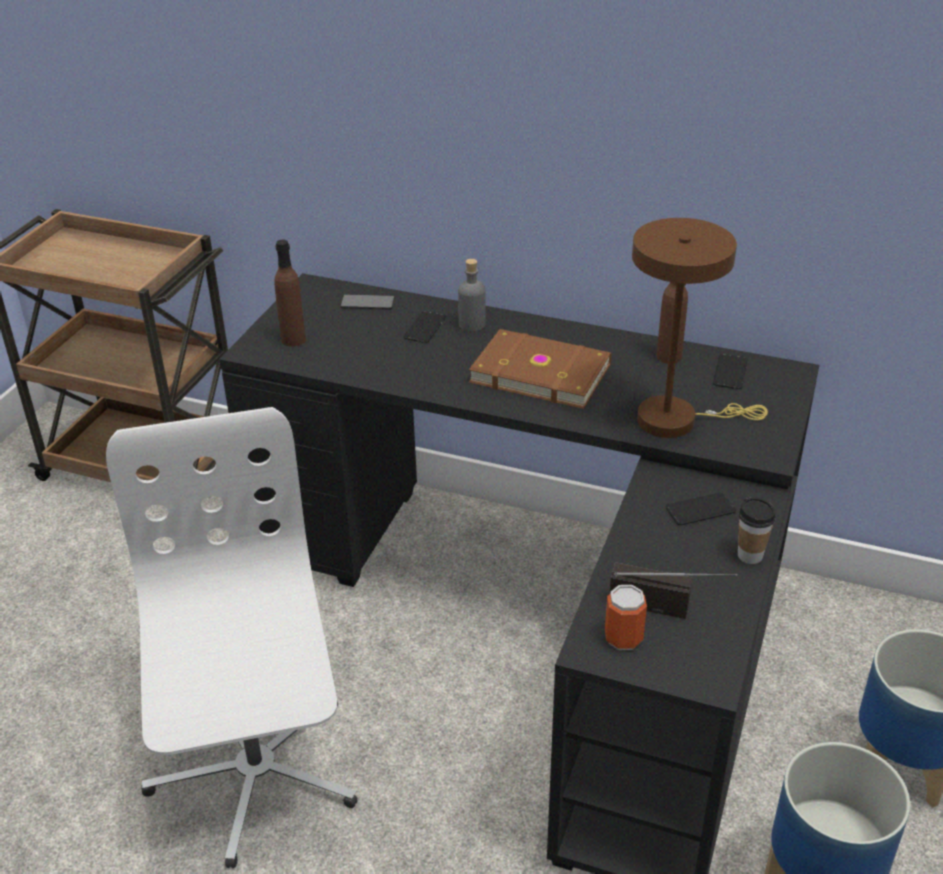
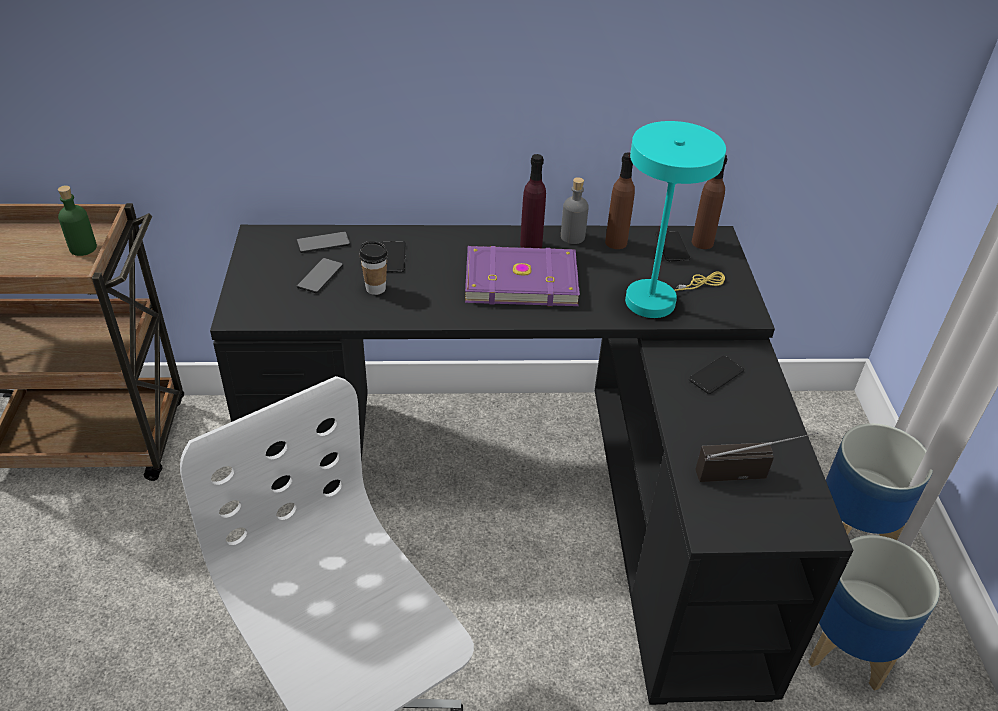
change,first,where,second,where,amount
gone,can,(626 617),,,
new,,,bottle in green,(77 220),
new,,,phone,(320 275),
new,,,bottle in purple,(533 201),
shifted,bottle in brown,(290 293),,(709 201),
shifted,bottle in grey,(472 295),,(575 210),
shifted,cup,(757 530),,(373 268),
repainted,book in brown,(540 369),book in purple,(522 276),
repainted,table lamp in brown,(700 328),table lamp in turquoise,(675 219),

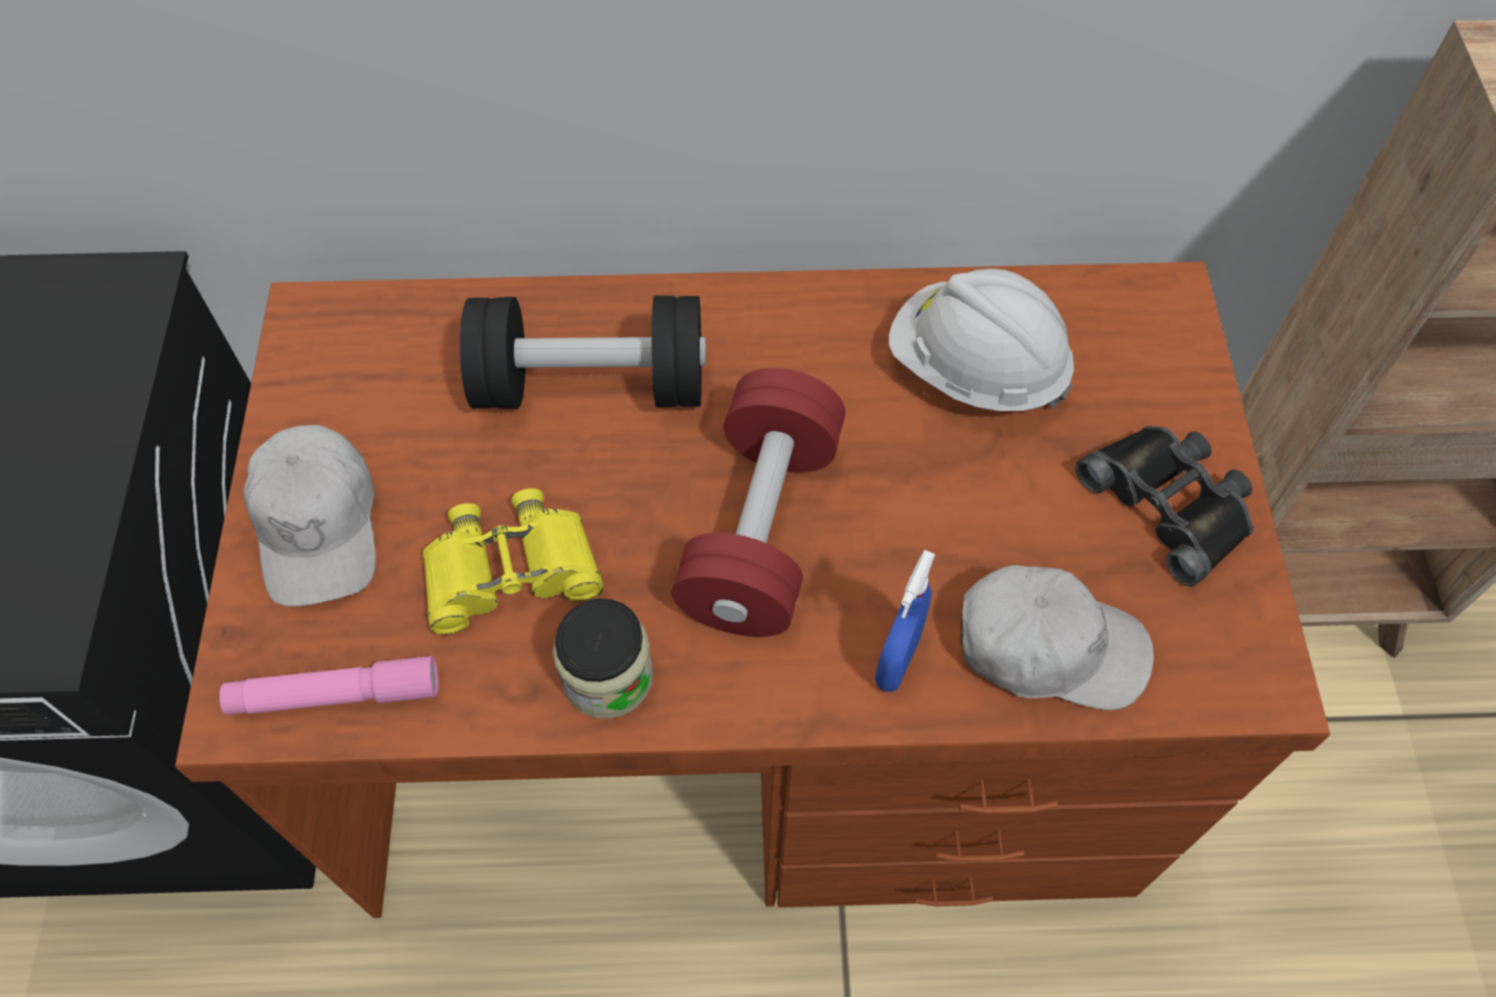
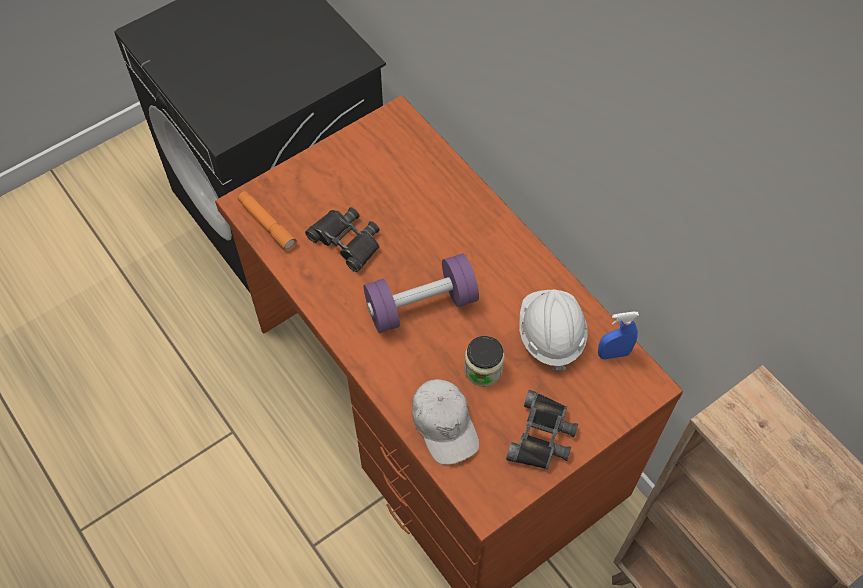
change,first,where,second,where,amount
gone,cap in white,(310 516),,,
gone,dumbbell in black,(583 352),,,
shifted,jar,(603 659),,(484 361),
shifted,spray bottle in blue,(905 621),,(618 335),
repainted,flashlight in pink,(329 685),flashlight in orange,(267 221),
repainted,binoculars in yellow,(512 561),binoculars in black,(342 239),
repainted,dumbbell in red,(758 502),dumbbell in purple,(421 293),

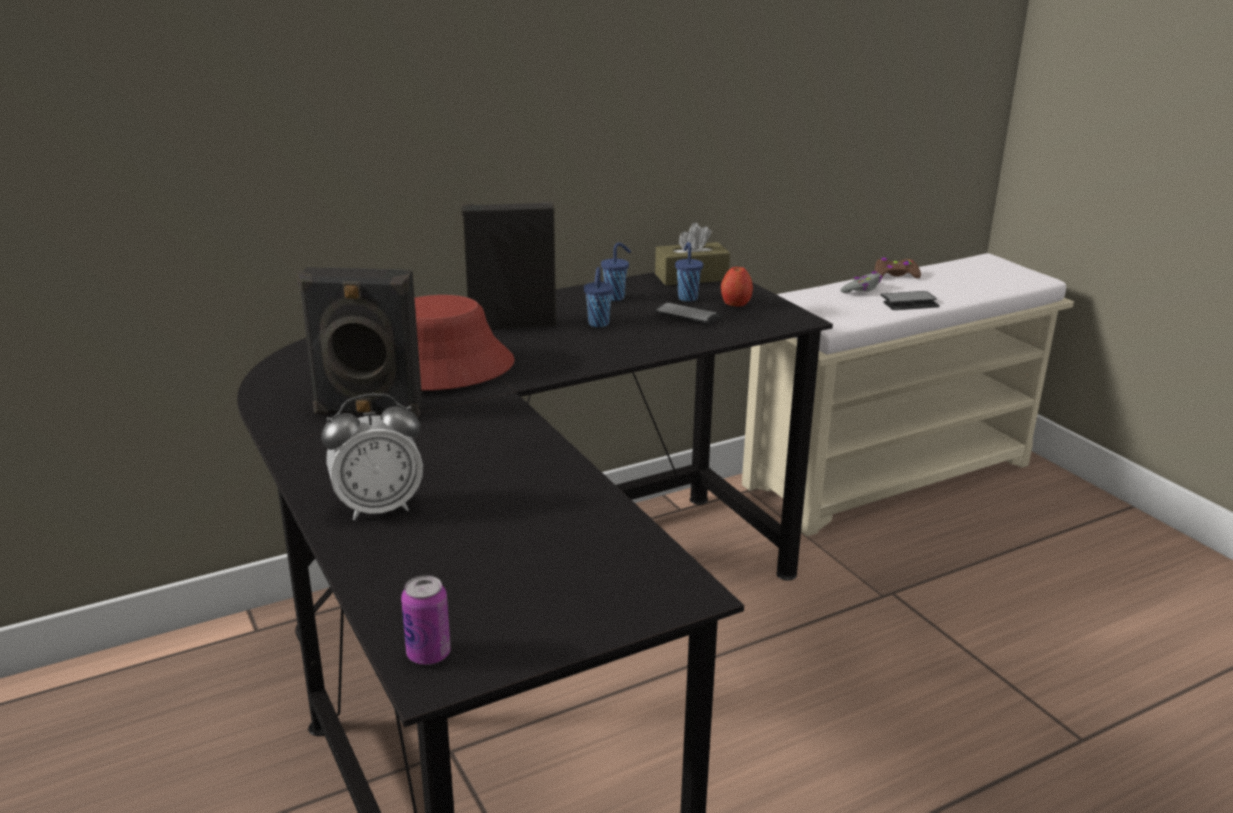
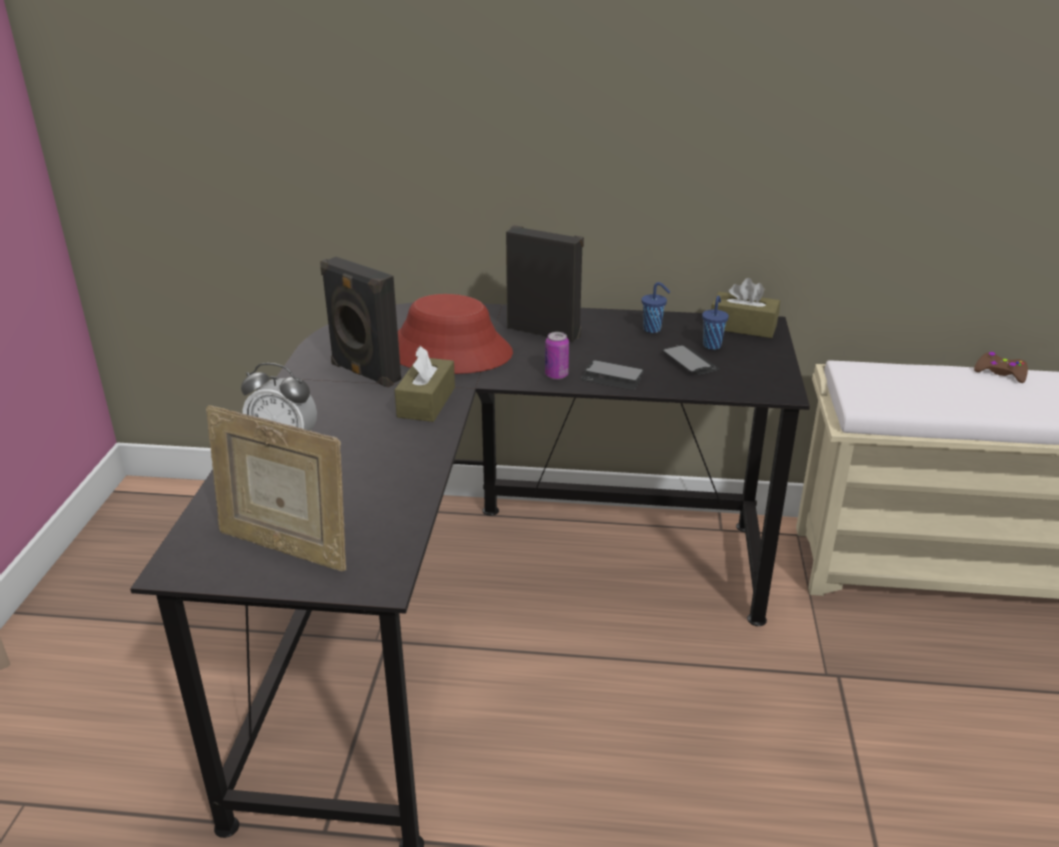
change,first,where,second,where,amount
gone,cup in blue,(599 297),,,
gone,apple,(737 286),,,
gone,game controller in grey,(861 282),,,
new,,,picture frame,(276 488),
new,,,tissue box in brown,(425 384),
shifted,can,(426 620),,(557 356),
shifted,phone,(910 300),,(612 375),

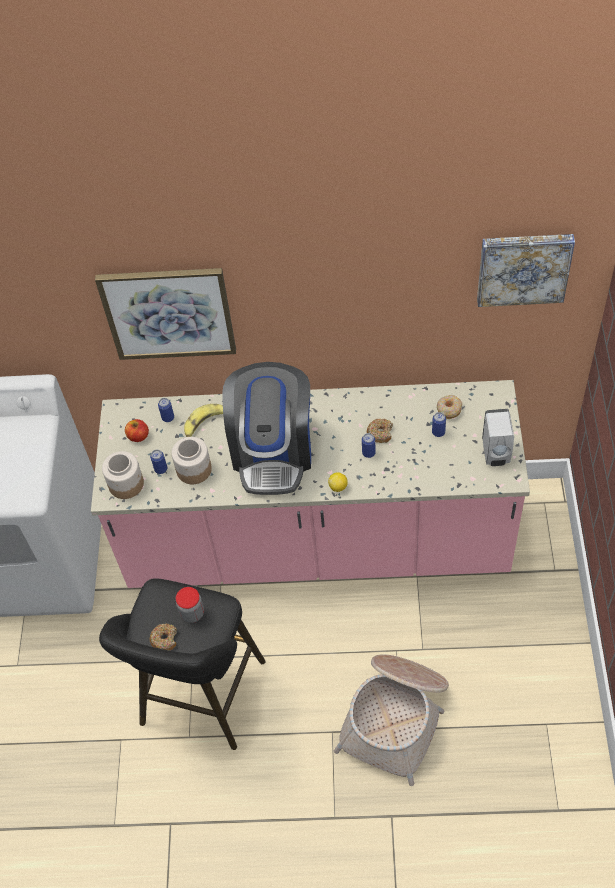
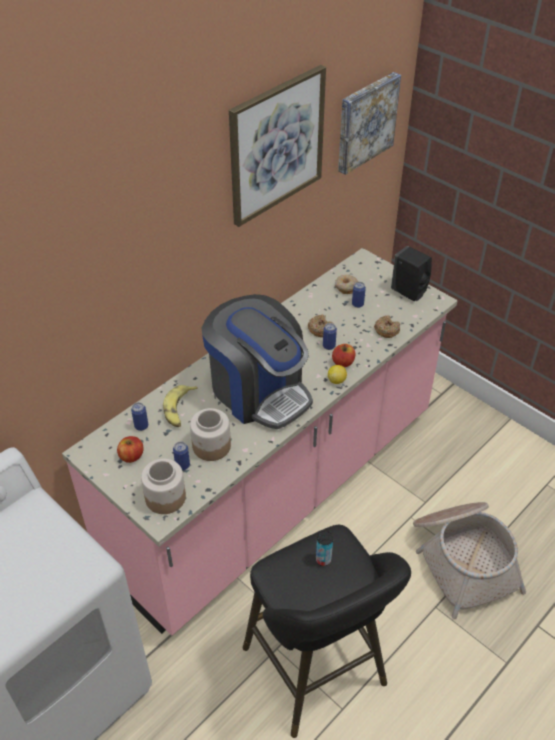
change,first,where,second,where,amount
new,,,apple,(344 355),
shifted,picture,(165 314),,(277 146),
shifted,donut,(163 637),,(387 326),
swapped,jar,(190 605),can,(324 548),
repainted,soap dispenser in white,(498 437),soap dispenser in black,(411 273),

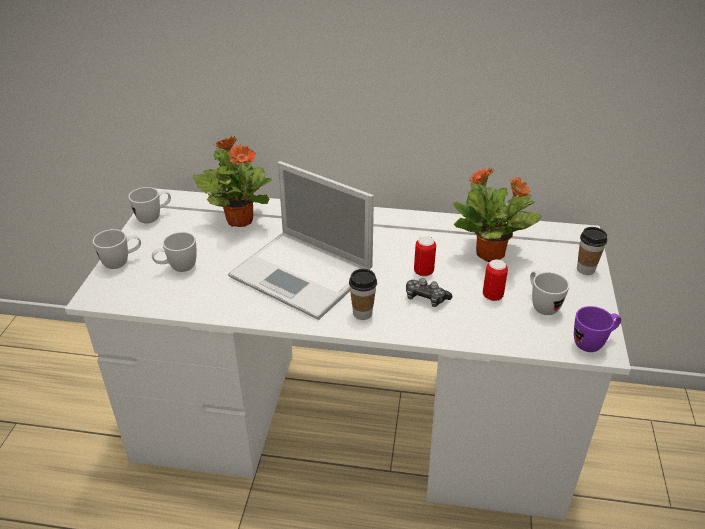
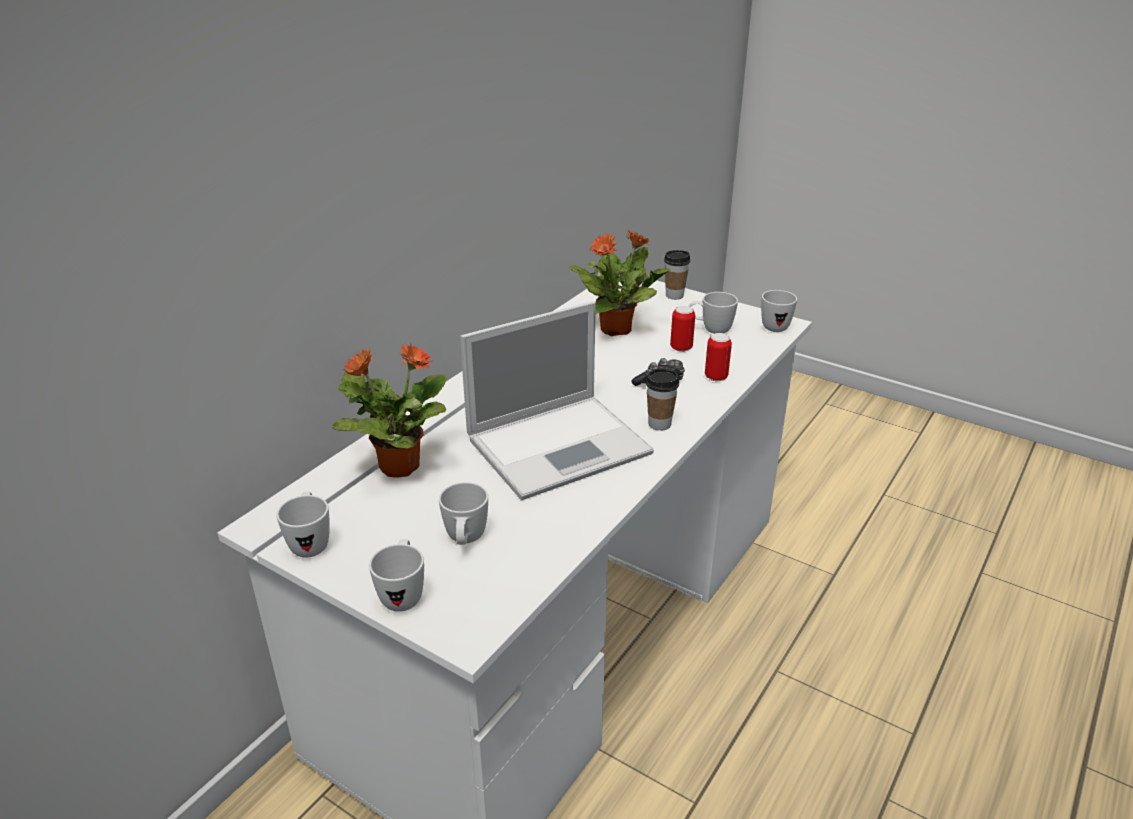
change,first,where,second,where,amount
shifted,can,(425 256),,(718 357),
repainted,mug in purple,(597 329),mug in white,(779 311),

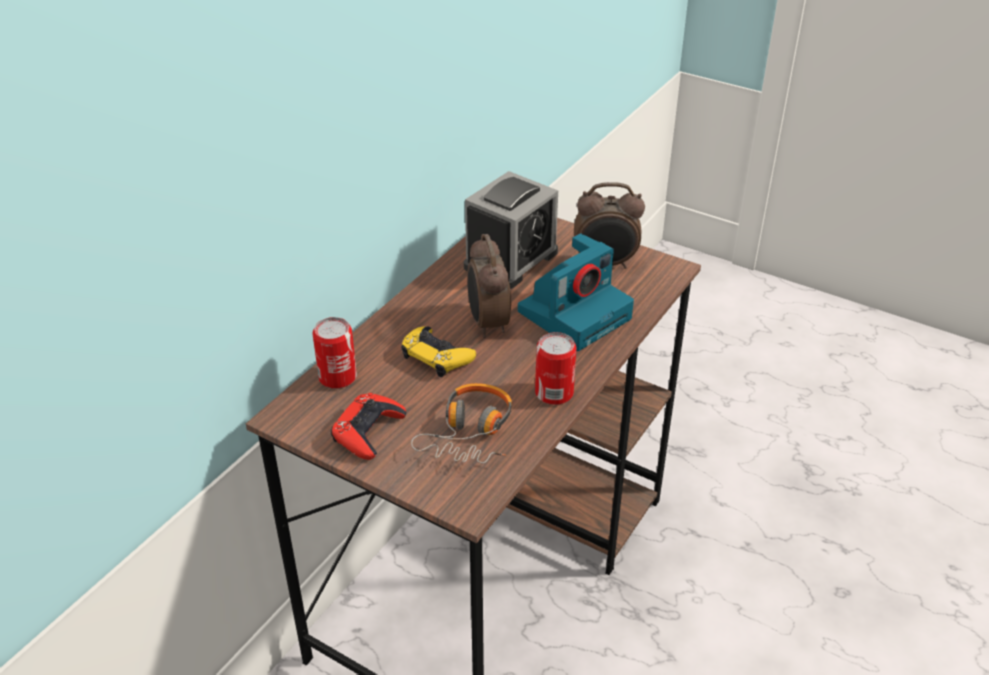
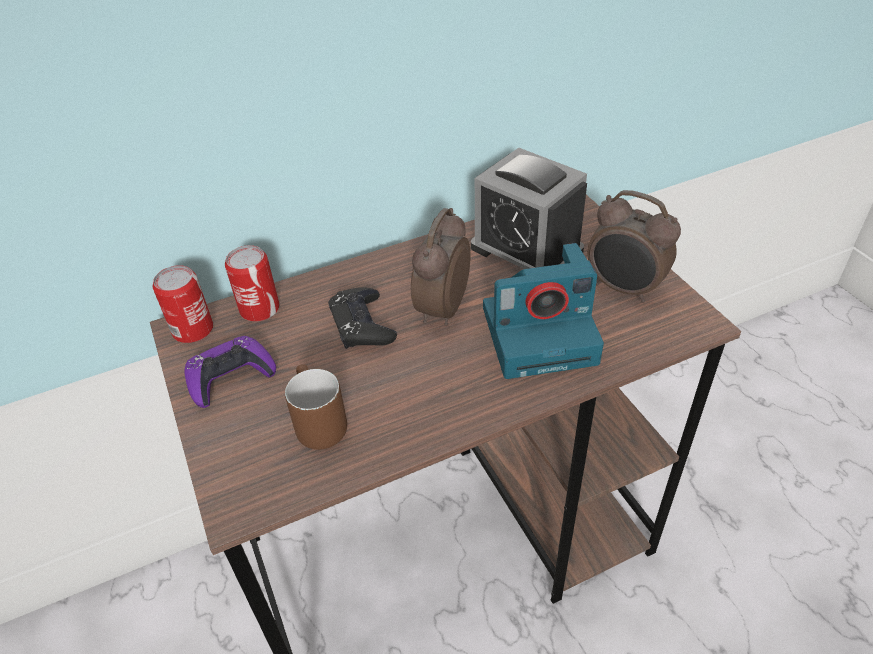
change,first,where,second,where,amount
shifted,can,(556 368),,(183 304),
swapped,headphones,(461 423),mug in brown,(316 407),
repainted,game controller in red,(368 426),game controller in purple,(230 372),
repainted,game controller in yellow,(438 351),game controller in black,(362 318),
rotated,alarm clock,(511 230),,(529 208),60 degrees clockwise

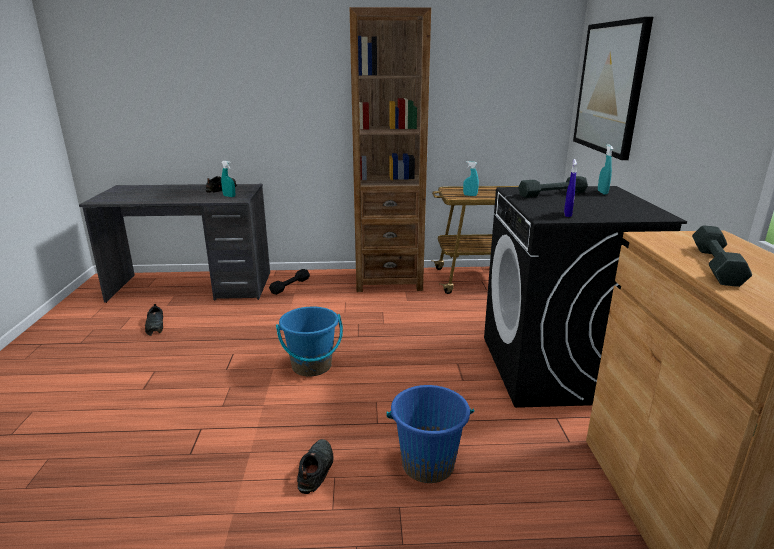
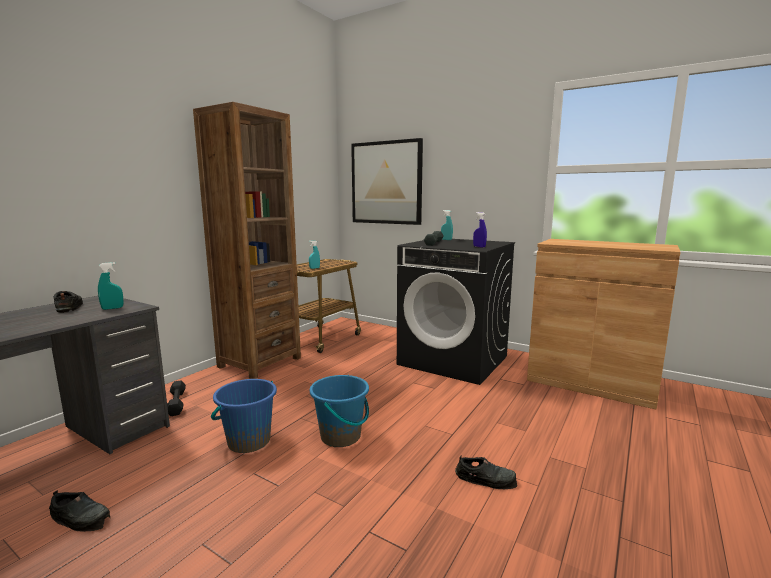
change,first,where,second,where,amount
gone,dumbbell in grey,(722 256),,,
shifted,bucket in blue,(430 434),,(244 416),
rotated,shoe in black,(315 466),,(486 472),150 degrees clockwise

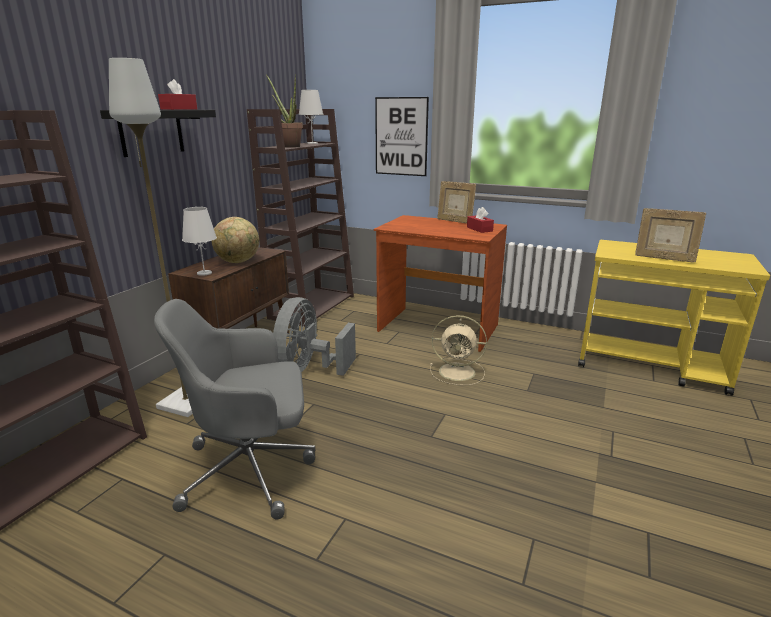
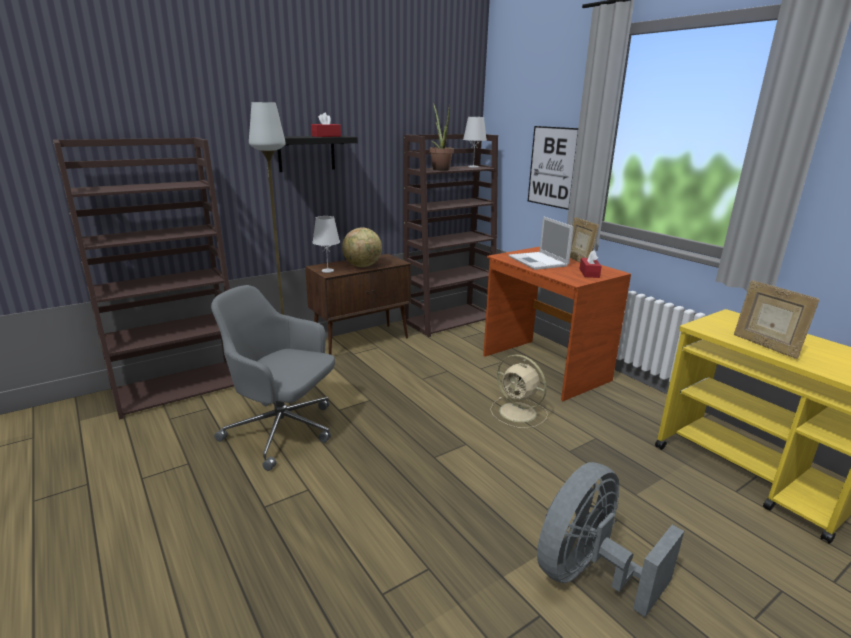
change,first,where,second,where,amount
new,,,laptop,(541 243),
shifted,fan in grey,(314 336),,(610 539),

